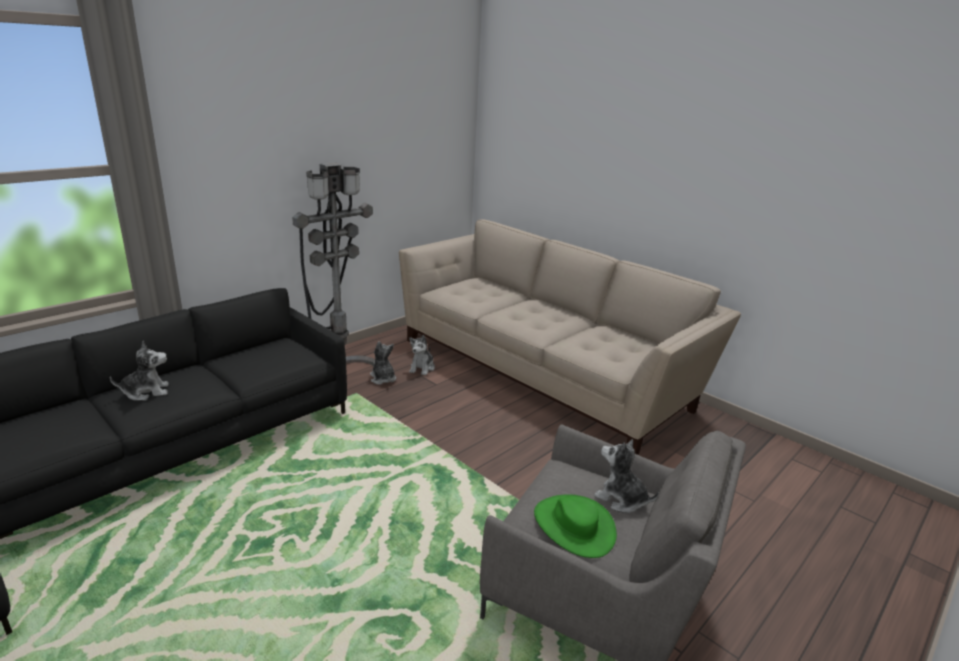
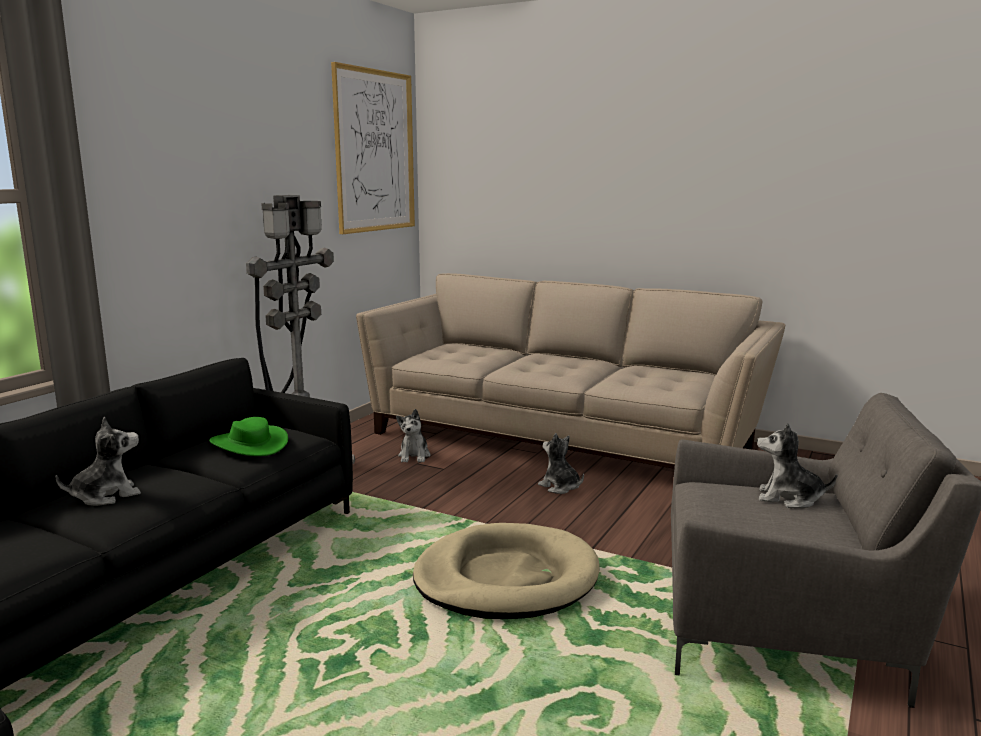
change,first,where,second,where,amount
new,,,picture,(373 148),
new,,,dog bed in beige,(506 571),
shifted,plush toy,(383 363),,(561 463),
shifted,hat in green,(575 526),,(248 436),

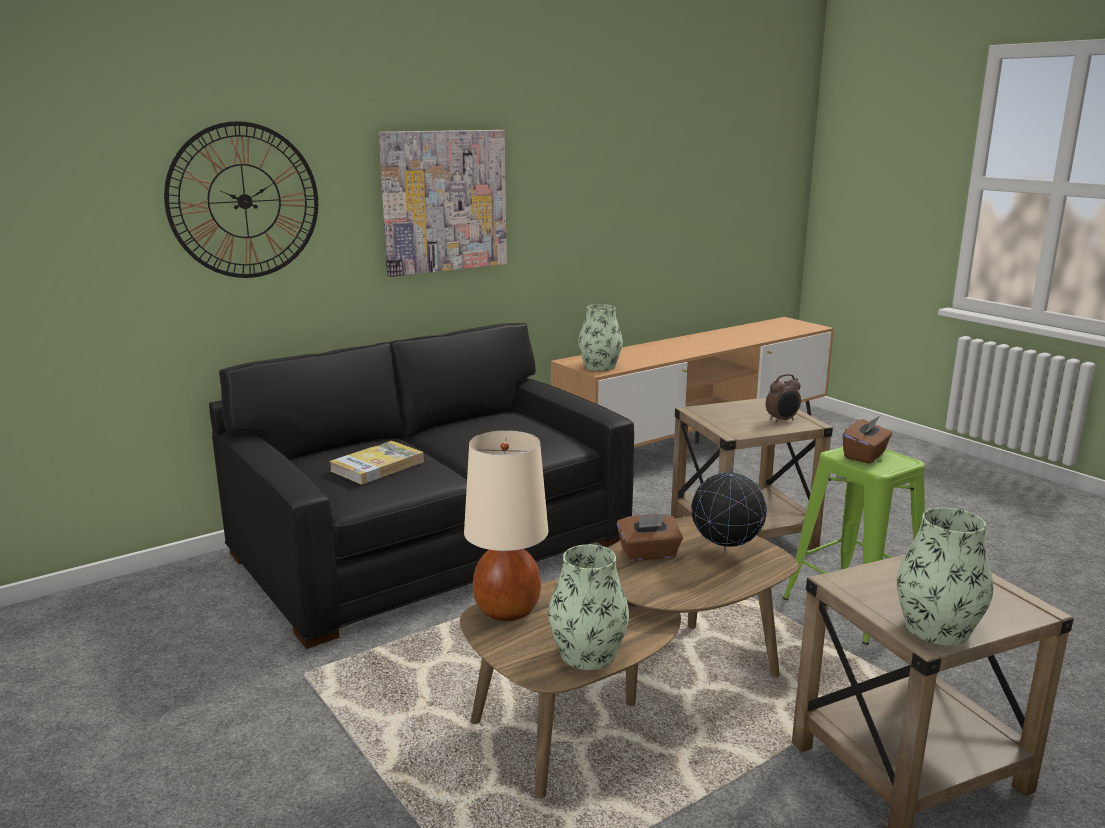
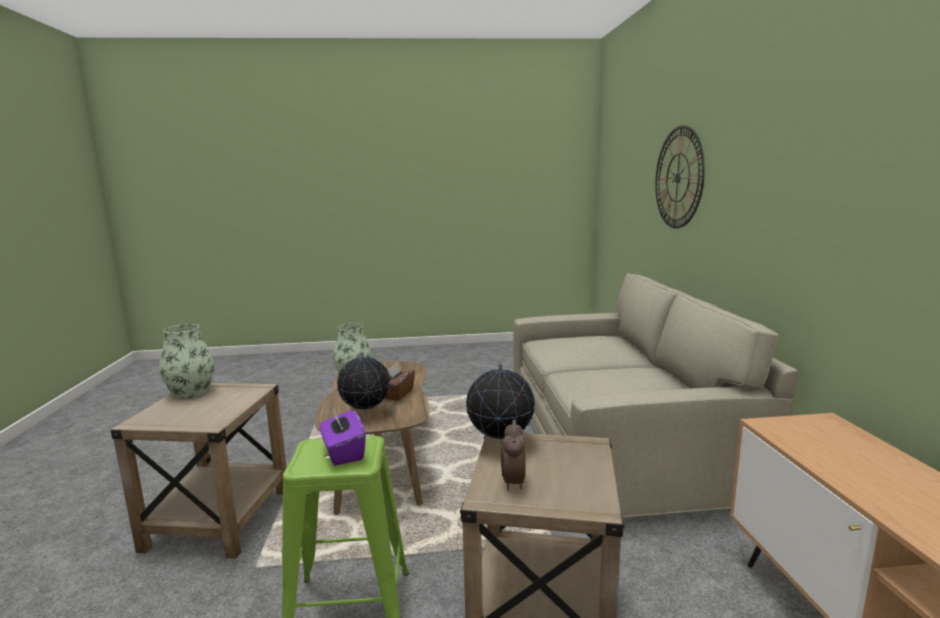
change,first,where,second,where,amount
gone,book,(376 463),,,
gone,picture,(443 203),,,
gone,table lamp in beige,(506 525),,,
gone,vase,(600 337),,,
new,,,globe,(500 403),
repainted,sofa in black,(421 486),sofa in beige,(655 395),
repainted,tissue box in brown,(867 440),tissue box in purple,(343 437),

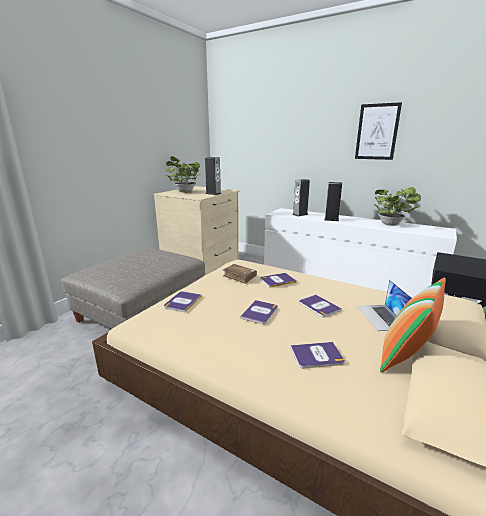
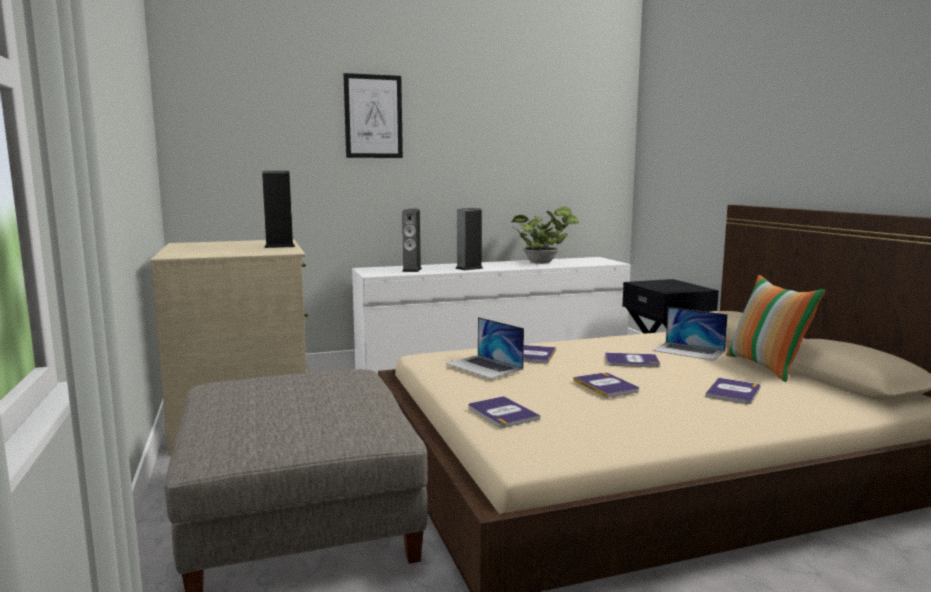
change,first,where,second,where,amount
gone,potted plant,(183 174),,,
shifted,picture,(378 131),,(373 115),
swapped,book in brown,(240 274),laptop,(485 348),

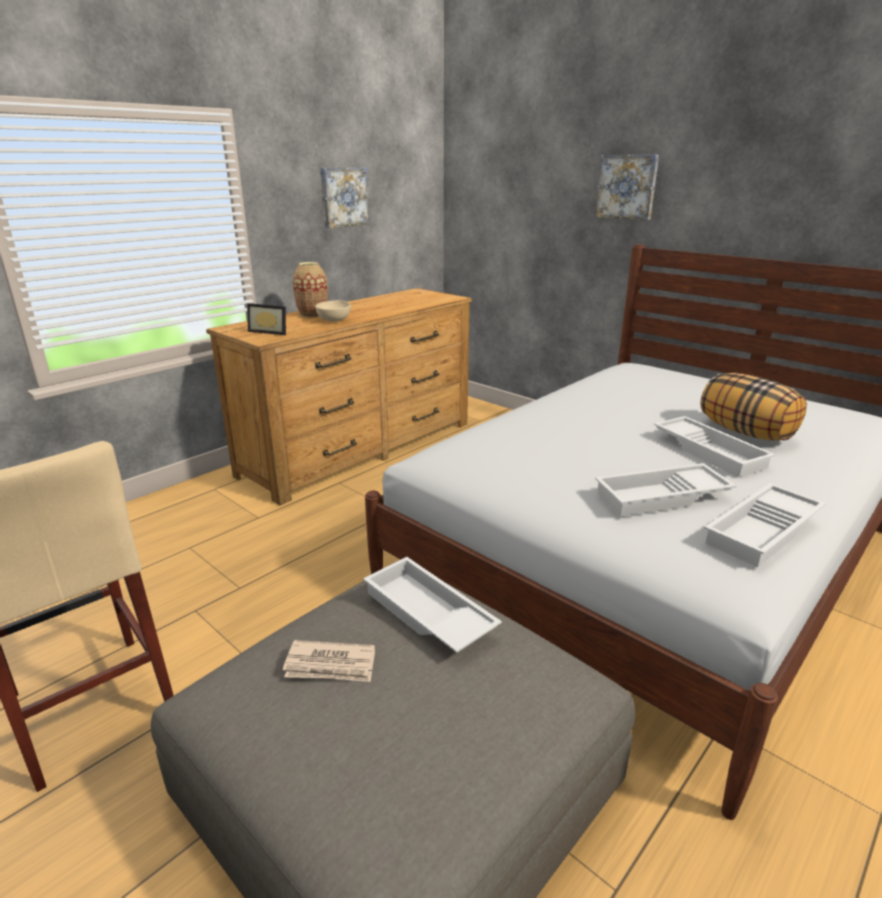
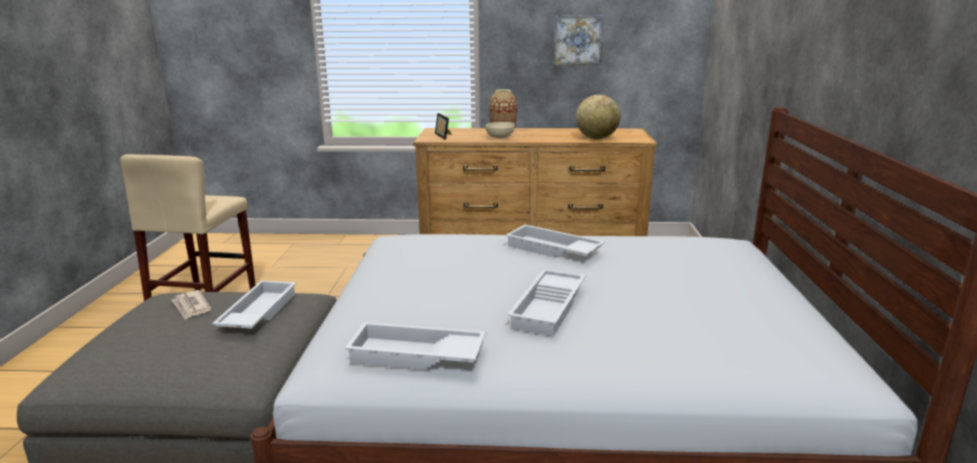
change,first,where,second,where,amount
gone,picture,(627 187),,,
gone,pillow,(753 407),,,
new,,,globe,(598 117),
shifted,tray in white,(666 490),,(555 241),

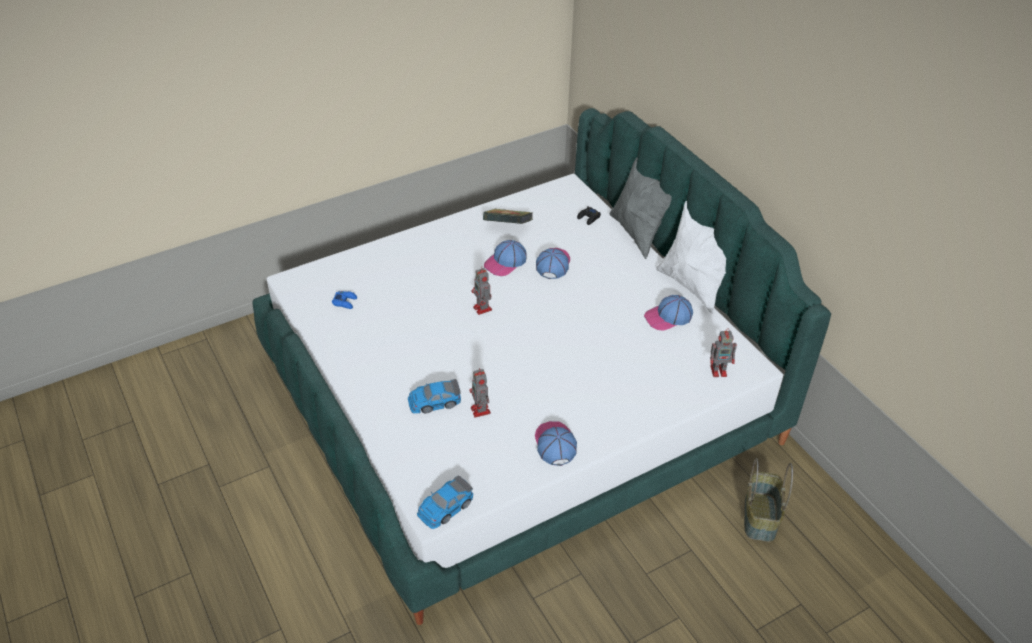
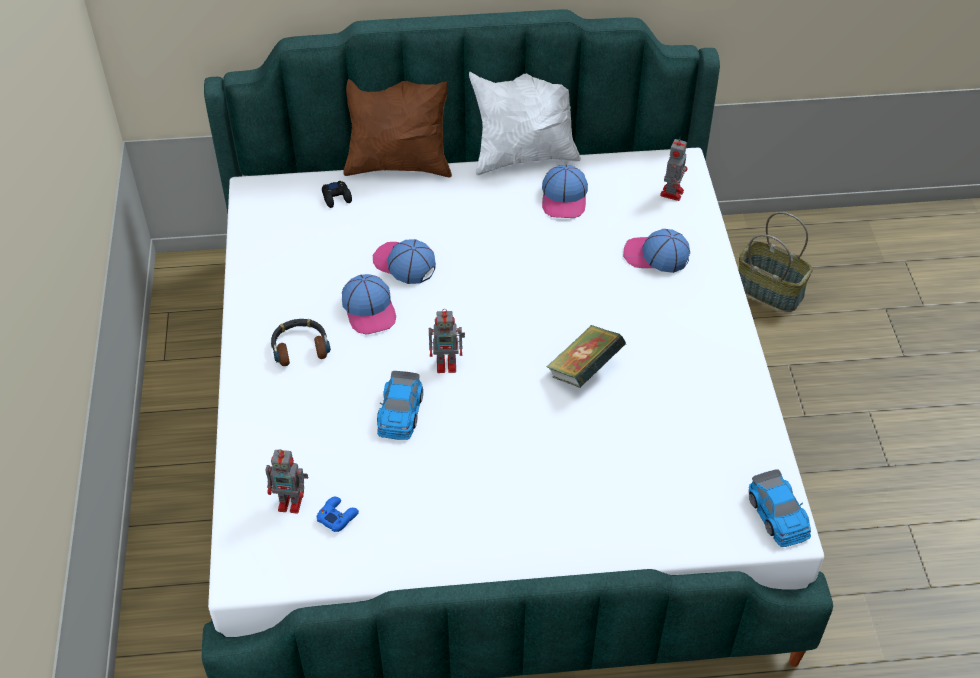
change,first,where,second,where,amount
new,,,headphones,(301 342),
shifted,toy car,(434 396),,(400 405),
shifted,toy robot,(480 393),,(287 481),
shifted,book,(508 216),,(586 356),
shifted,cap,(556 443),,(656 251),
repainted,pillow in grey,(640 208),pillow in brown,(397 128),

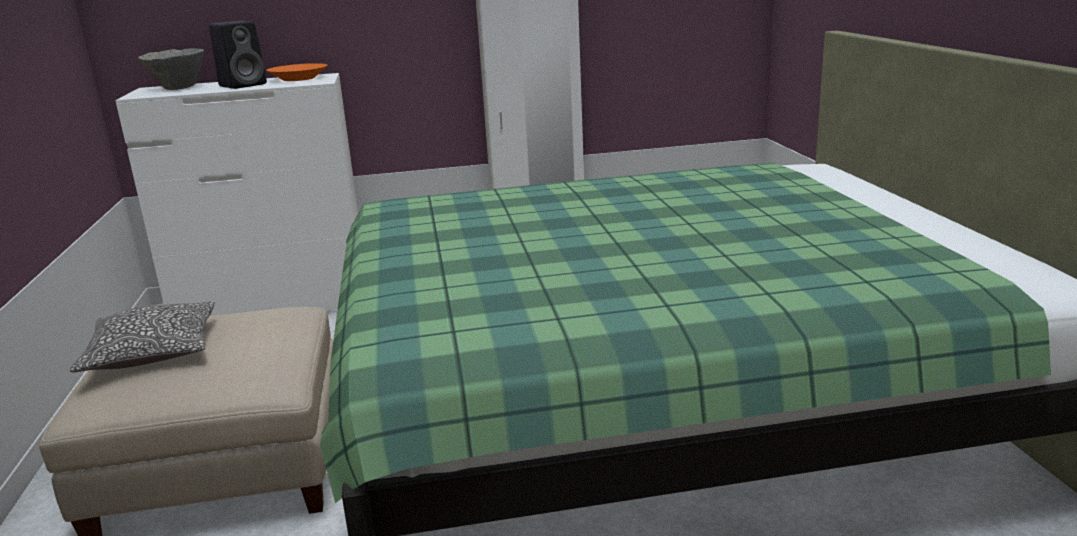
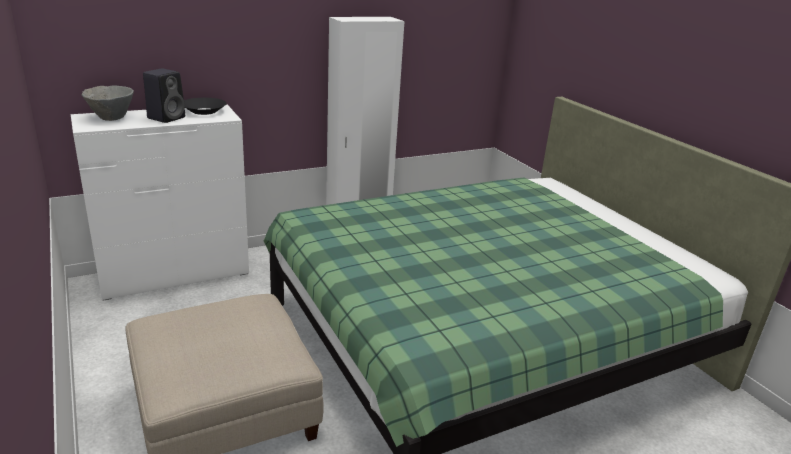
change,first,where,second,where,amount
gone,pillow,(142 337),,,
repainted,bowl in orange,(296 72),bowl in black,(205 106),

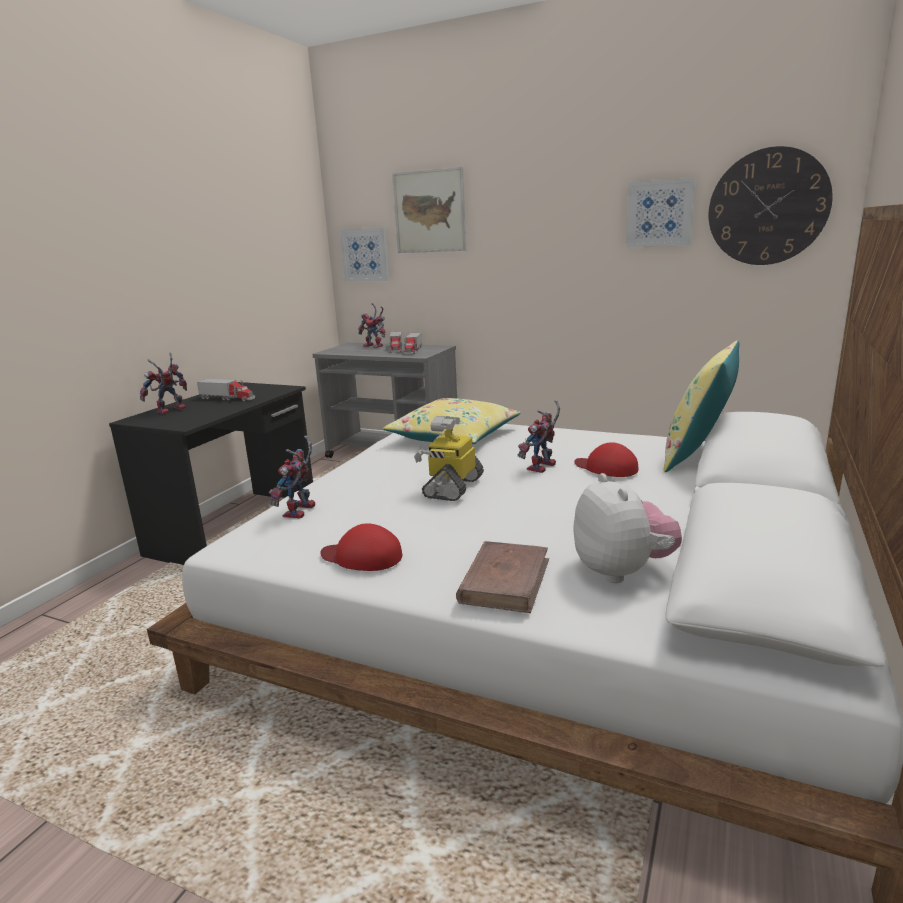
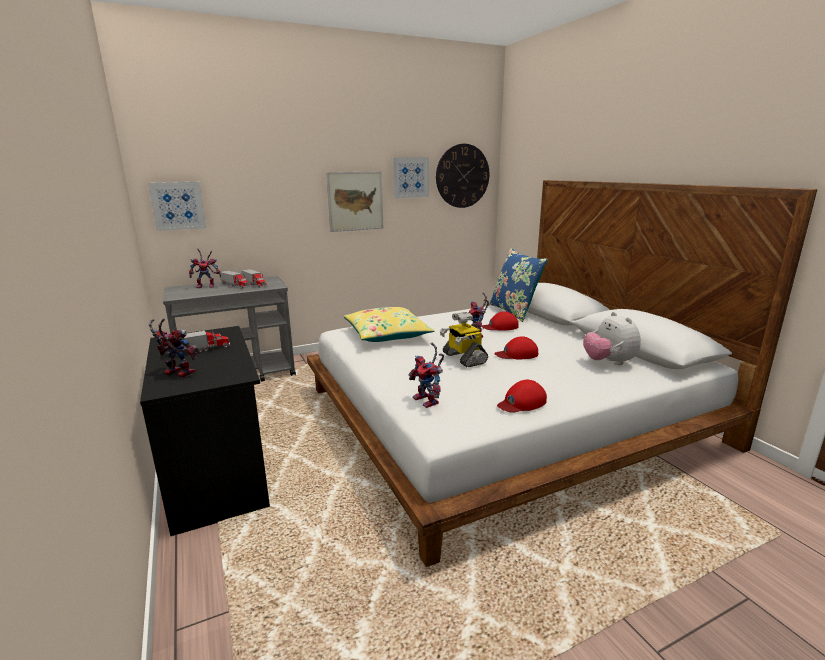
change,first,where,second,where,amount
gone,book in brown,(502 577),,,
new,,,cap in red,(516 347),
shifted,picture,(429 210),,(354 201),
repainted,pillow in yellow,(701 406),pillow in blue,(518 285),
rotated,toy robot,(163 383),,(174 348),120 degrees clockwise
rotated,plush toy,(627 528),,(612 338),135 degrees counterclockwise

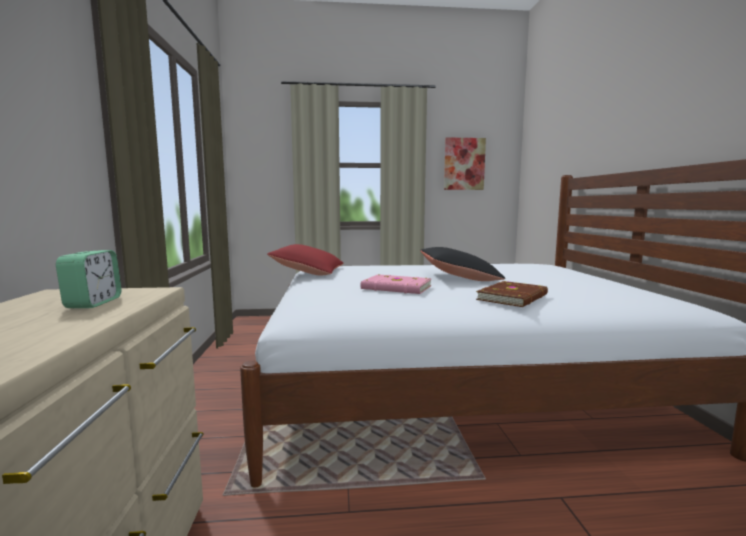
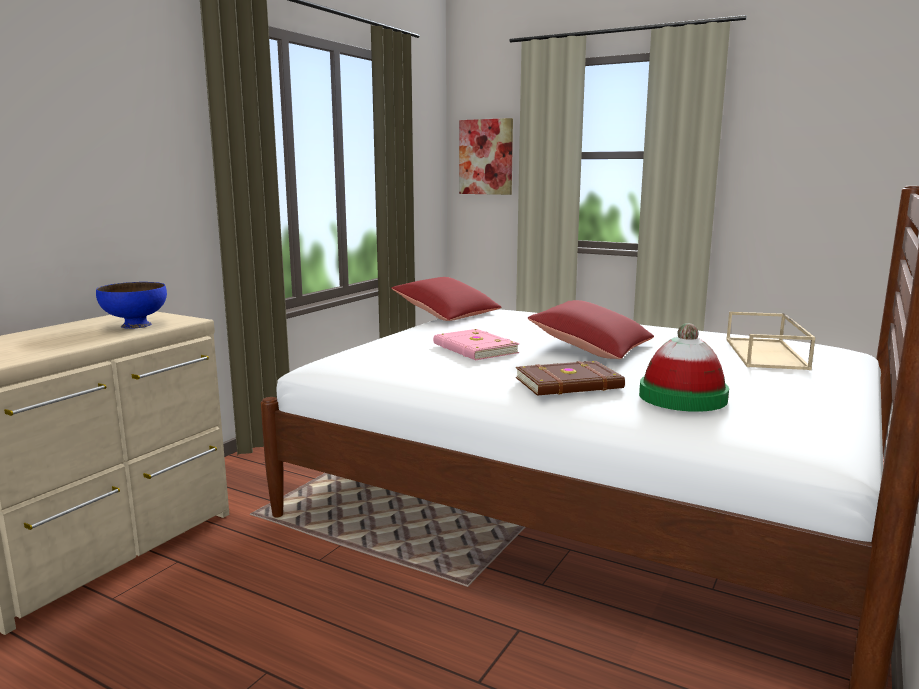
change,first,where,second,where,amount
new,,,hat,(684 367),
new,,,tray in beige,(771 341),
shifted,picture,(465 163),,(486 156),
swapped,alarm clock,(88 279),bowl in blue,(131 305),
repainted,pillow in black,(462 264),pillow in red,(591 329),

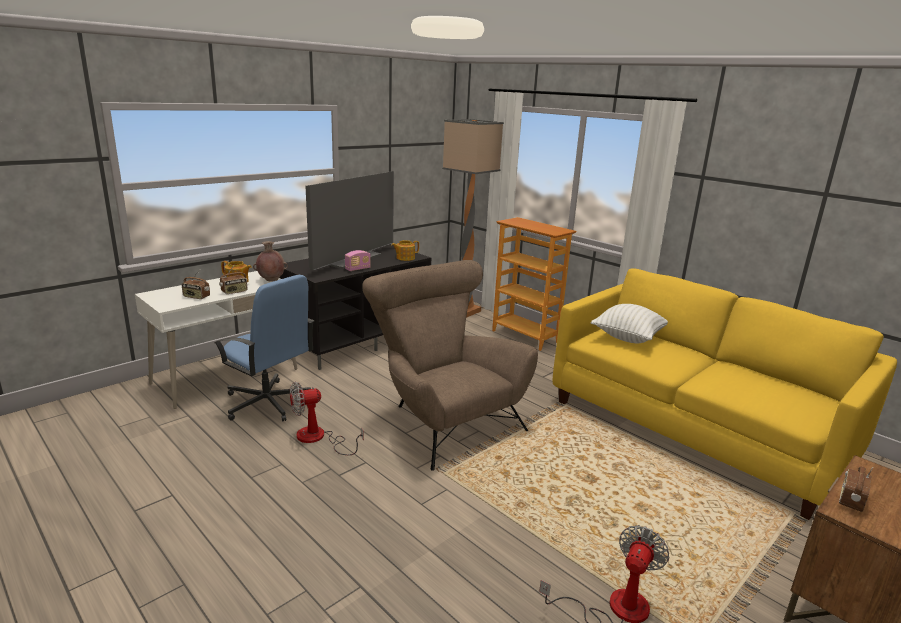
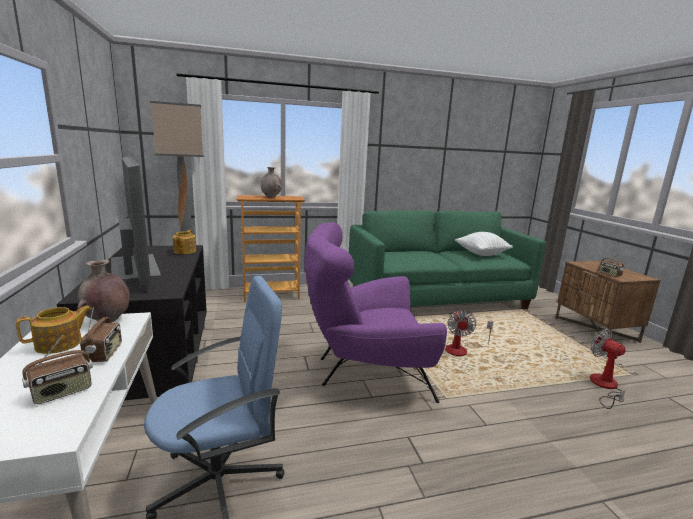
change,first,where,second,where,amount
gone,radio,(358 260),,,
new,,,vase in brown,(271 182),
shifted,fan,(327 418),,(469 333),
shifted,pillow in white,(629 323),,(484 244),
repainted,armchair in brown,(450 365),armchair in purple,(375 312),
repainted,sofa in yellow,(725 394),sofa in green,(447 260),

